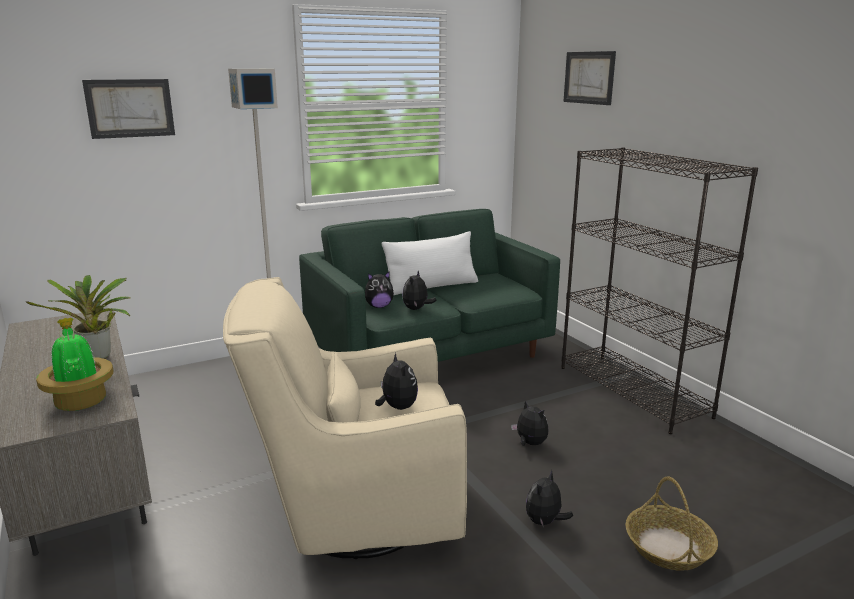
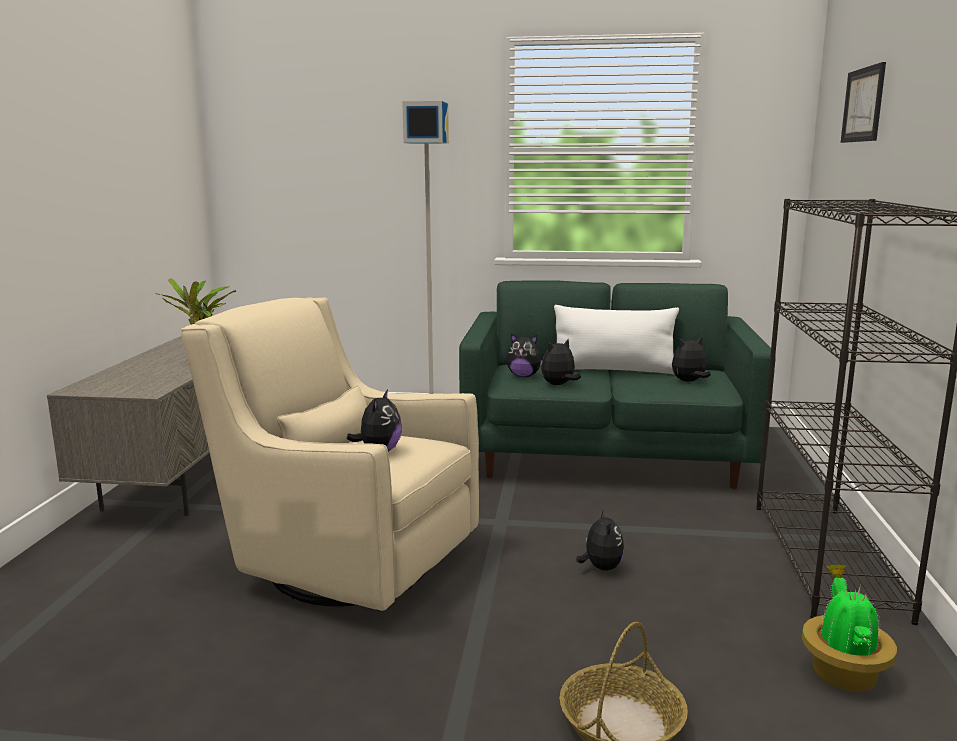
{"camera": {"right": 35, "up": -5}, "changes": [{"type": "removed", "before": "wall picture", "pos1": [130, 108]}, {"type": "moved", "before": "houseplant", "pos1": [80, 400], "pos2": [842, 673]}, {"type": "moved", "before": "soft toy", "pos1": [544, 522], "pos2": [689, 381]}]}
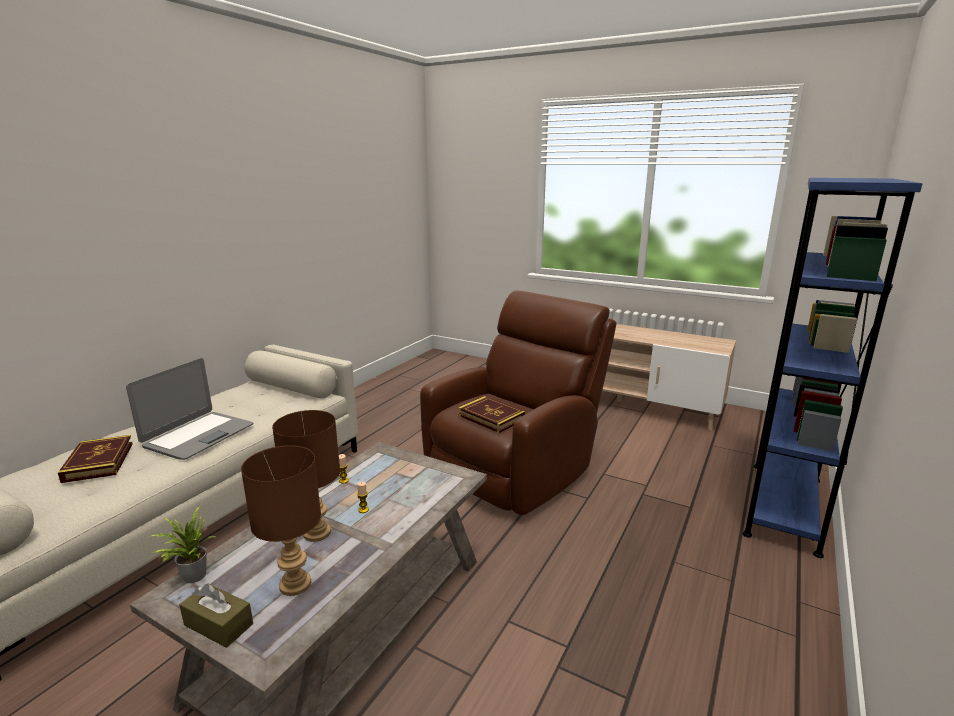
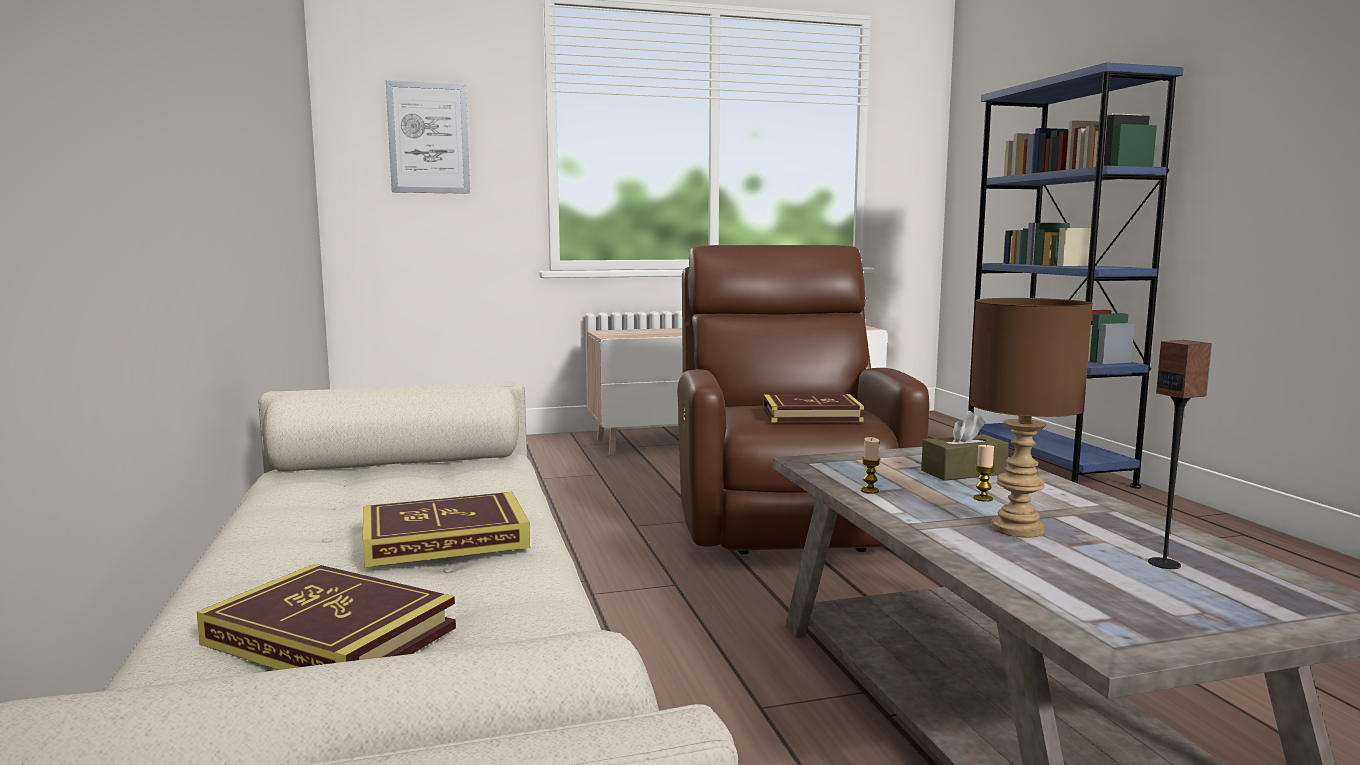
{"camera": {"right": -45, "up": -10}, "changes": [{"type": "removed", "before": "houseplant", "pos1": [191, 576]}, {"type": "added", "after": "wall picture", "pos2": [428, 138]}, {"type": "moved", "before": "brownish tissue holder", "pos1": [218, 624], "pos2": [963, 472]}, {"type": "replaced", "before": "laptop", "after": "book", "pos1": [198, 436], "pos2": [445, 538]}, {"type": "replaced", "before": "brownish tabletop lamp", "after": "speaker", "pos1": [295, 585], "pos2": [1164, 563]}]}
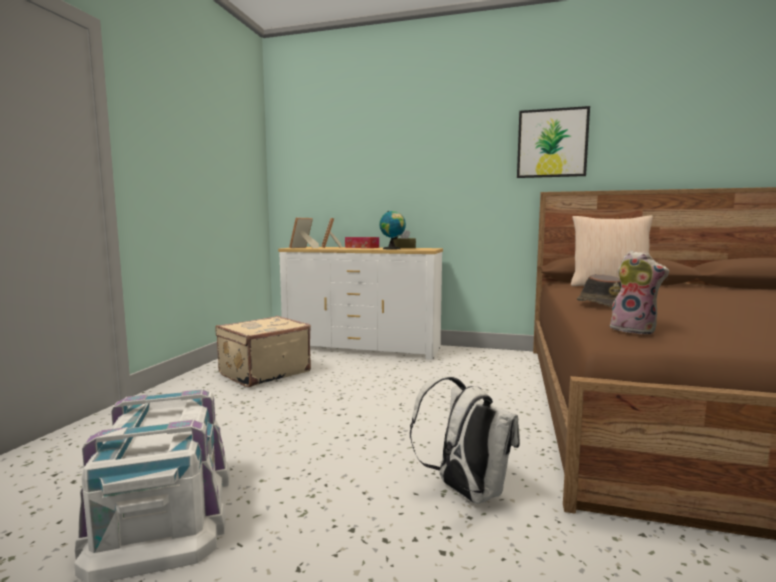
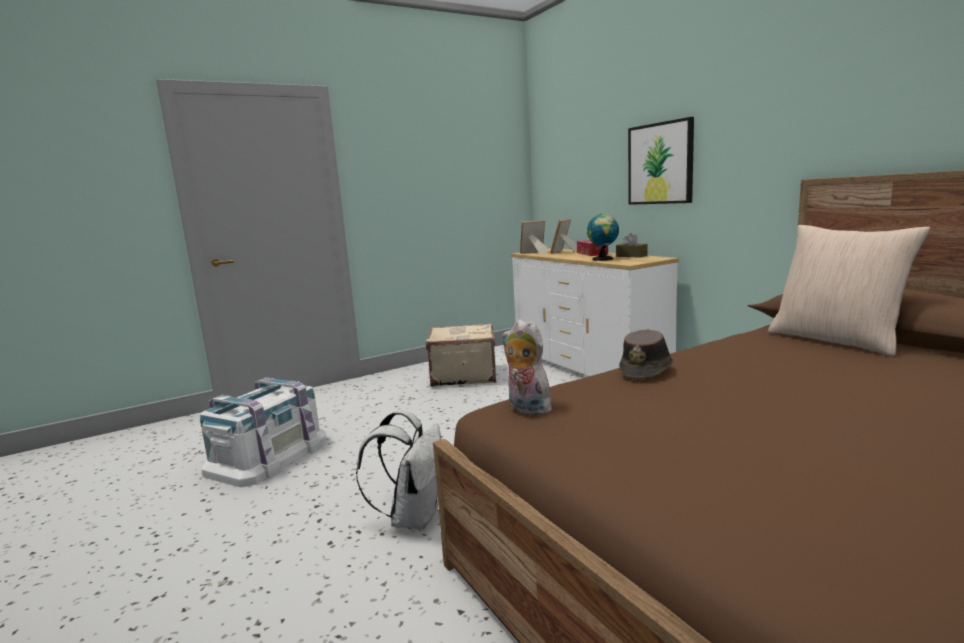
{"camera": {"right": 45, "up": 5}, "changes": [{"type": "moved", "before": "wall picture", "pos1": [552, 143], "pos2": [660, 163]}, {"type": "turned", "before": "soft toy", "pos1": [634, 330], "pos2": [526, 409], "turn": 135}]}
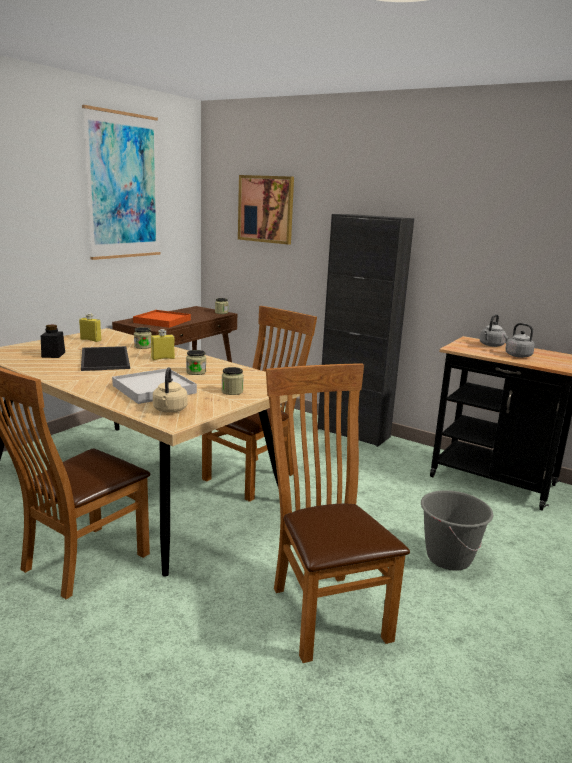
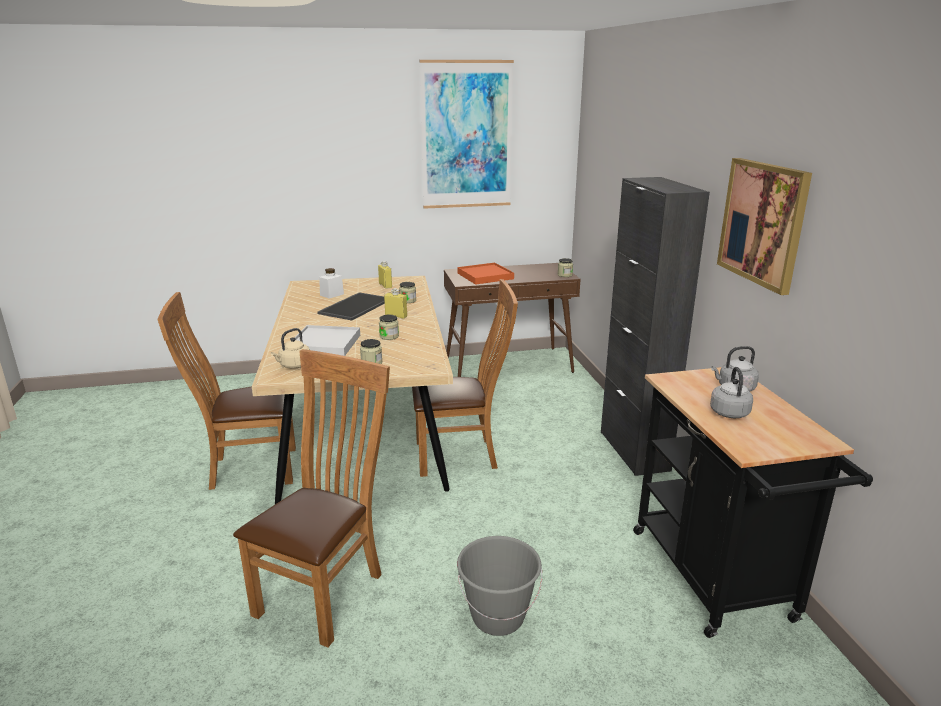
{"camera": {"right": 45, "up": 5}, "changes": [{"type": "moved", "before": "wall picture", "pos1": [266, 209], "pos2": [763, 223]}, {"type": "recoloured", "before": "blackish jar", "after": "whitish jar", "pos1": [53, 354], "pos2": [332, 294]}]}
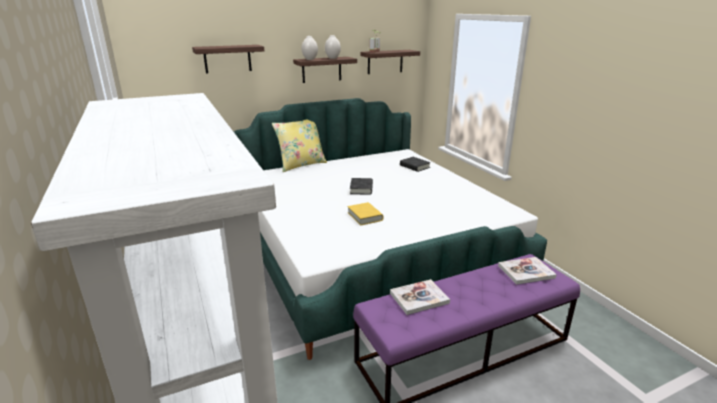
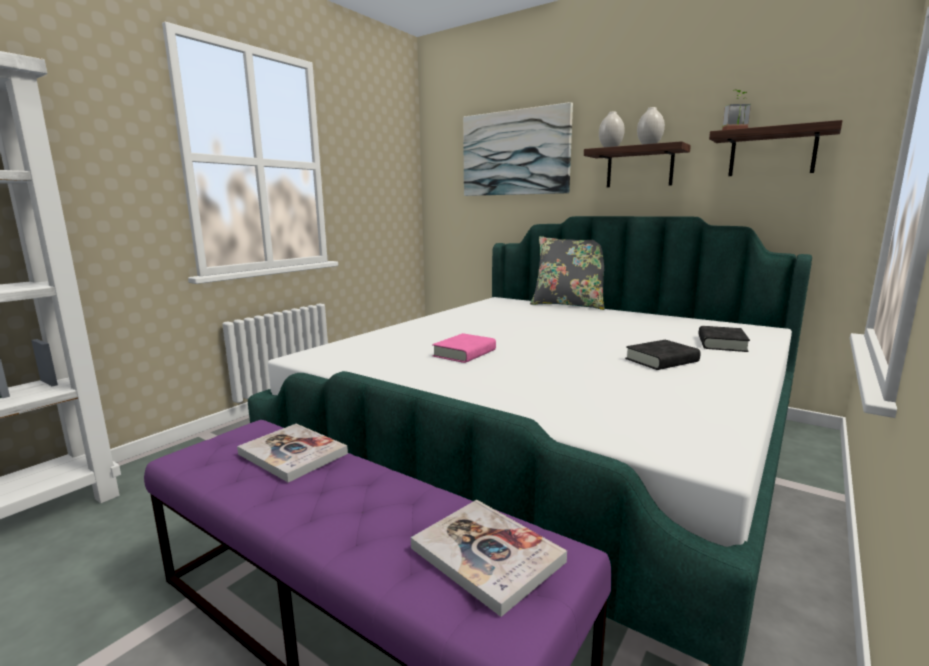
{"camera": {"right": 60, "up": -10}, "changes": [{"type": "moved", "before": "blackish book", "pos1": [361, 189], "pos2": [661, 360]}, {"type": "replaced", "before": "bracket shelf", "after": "wall picture", "pos1": [227, 59], "pos2": [515, 153]}, {"type": "recoloured", "before": "yellow-coloured cushion", "after": "grey cushion", "pos1": [301, 165], "pos2": [569, 305]}, {"type": "recoloured", "before": "yellow-coloured book", "after": "pink book", "pos1": [365, 216], "pos2": [464, 353]}]}
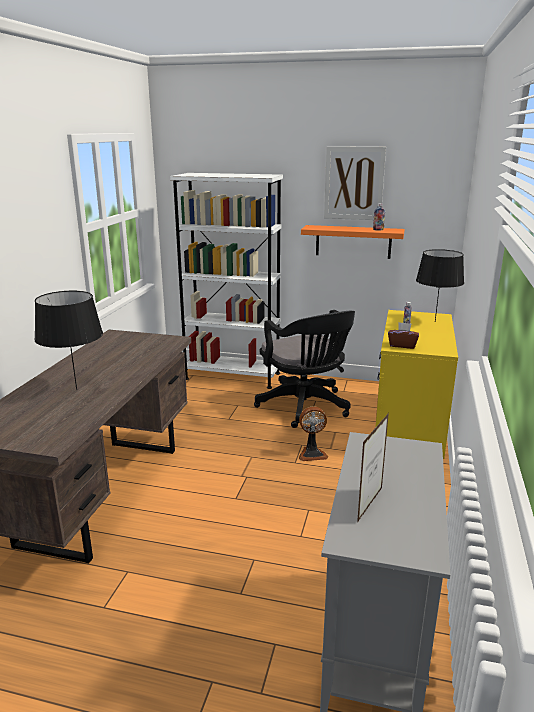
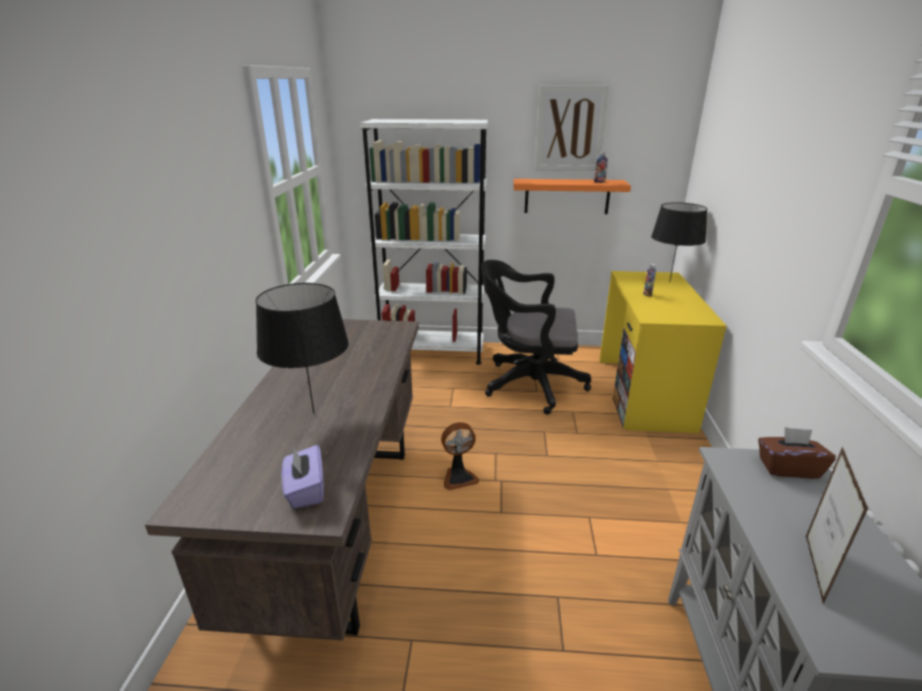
{"camera": {"right": -10, "up": 5}, "changes": [{"type": "added", "after": "purple-coloured tissue holder", "pos2": [305, 490]}, {"type": "moved", "before": "electric fan", "pos1": [312, 454], "pos2": [459, 477]}, {"type": "moved", "before": "brownish tissue holder", "pos1": [402, 345], "pos2": [788, 468]}, {"type": "turned", "before": "blackish computer chair", "pos1": [305, 407], "pos2": [528, 384], "turn": 135}]}
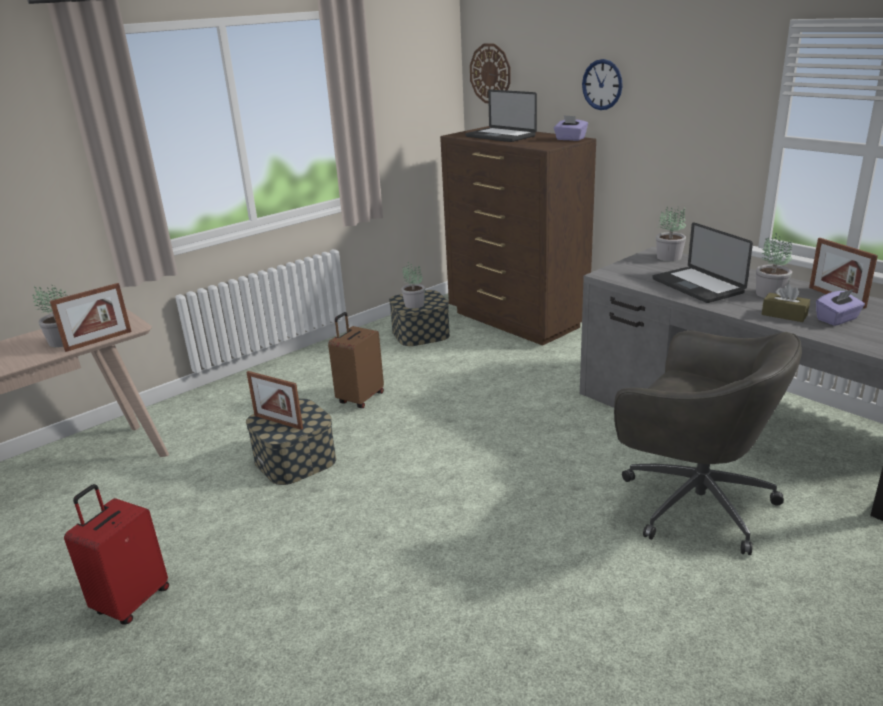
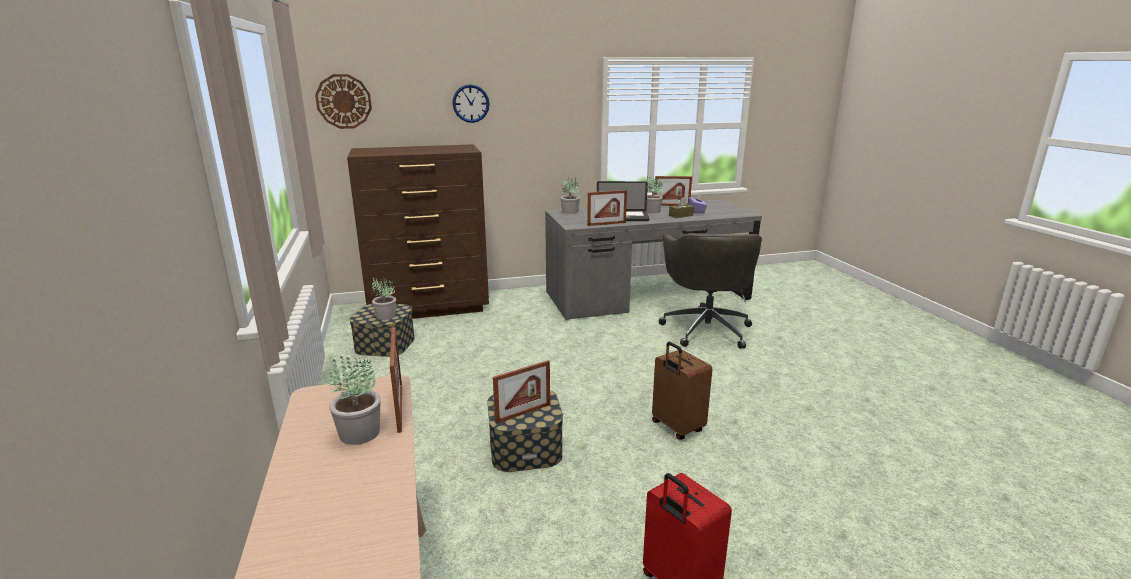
{"camera": {"right": -65, "up": -5}, "changes": [{"type": "removed", "before": "laptop", "pos1": [500, 136]}, {"type": "removed", "before": "purple-coloured tissue holder", "pos1": [570, 139]}, {"type": "added", "after": "picture frame", "pos2": [606, 224]}, {"type": "moved", "before": "brownish piece of luggage", "pos1": [360, 398], "pos2": [676, 427]}, {"type": "turned", "before": "grey computer chair", "pos1": [692, 502], "pos2": [706, 329], "turn": 120}]}
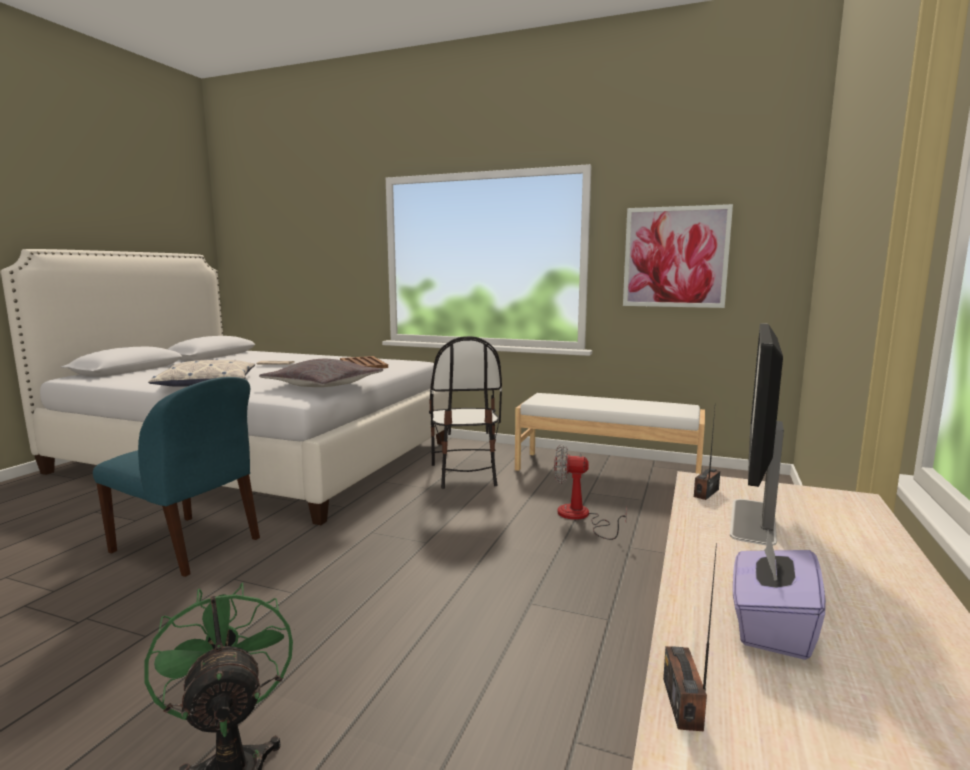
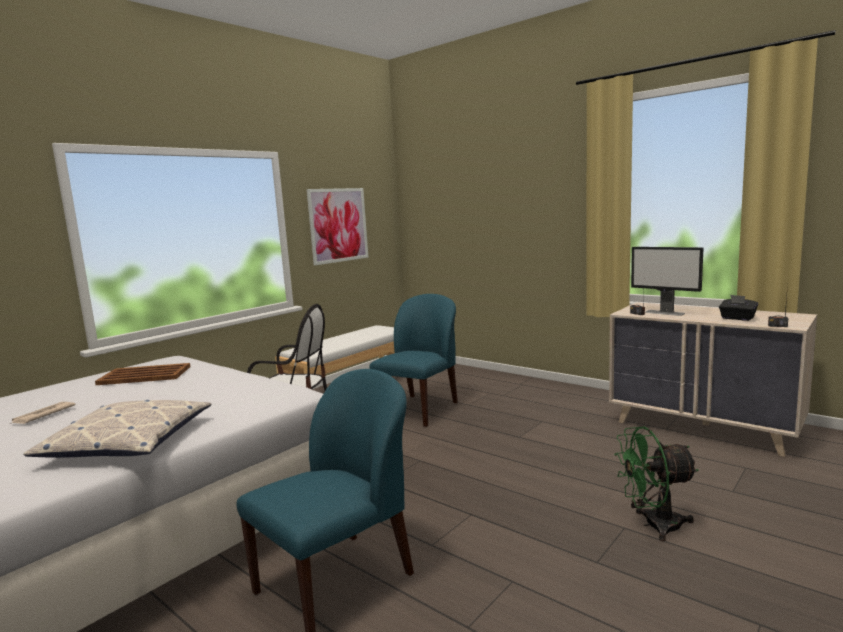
{"camera": {"right": -70, "up": 0}, "changes": [{"type": "removed", "before": "grey cushion", "pos1": [323, 386]}, {"type": "replaced", "before": "electric fan", "after": "blue chair", "pos1": [580, 517], "pos2": [419, 410]}, {"type": "recoloured", "before": "purple-coloured tissue holder", "after": "blackish tissue holder", "pos1": [770, 626], "pos2": [737, 318]}]}
